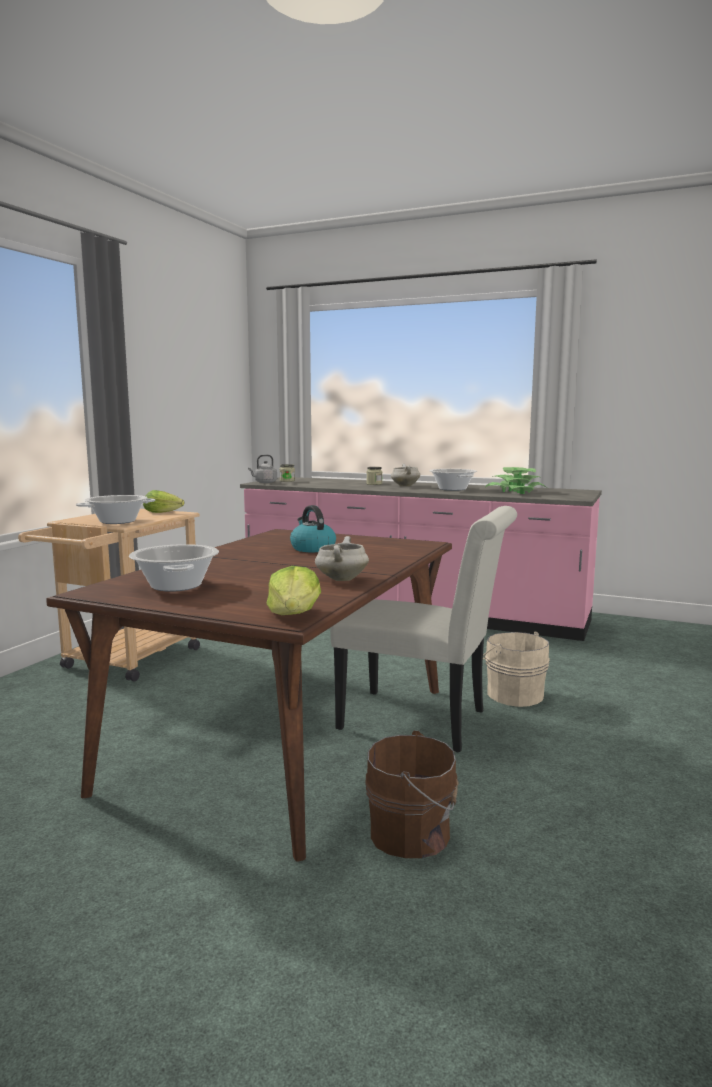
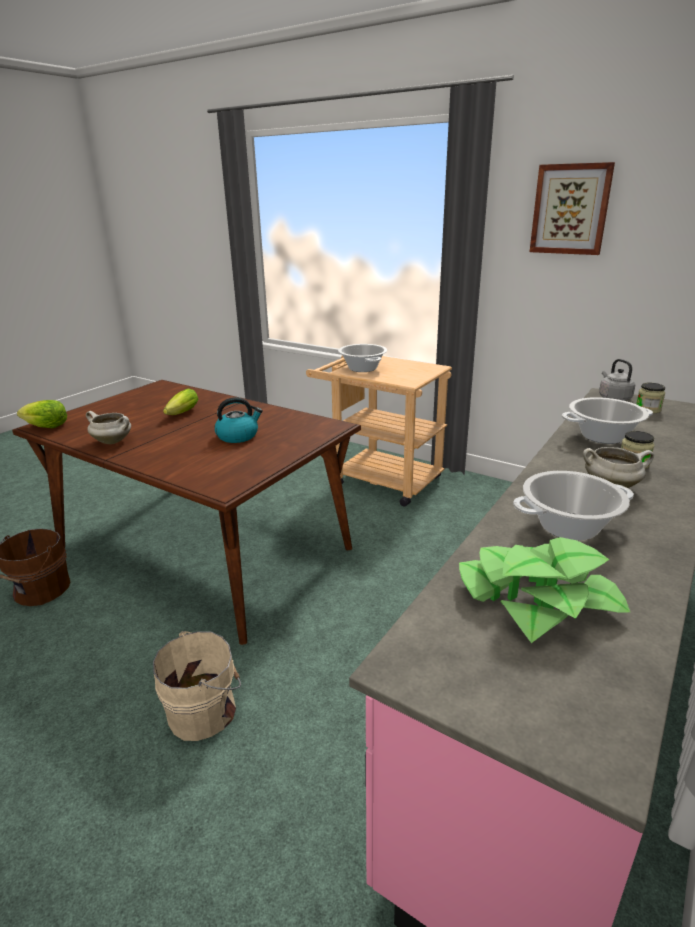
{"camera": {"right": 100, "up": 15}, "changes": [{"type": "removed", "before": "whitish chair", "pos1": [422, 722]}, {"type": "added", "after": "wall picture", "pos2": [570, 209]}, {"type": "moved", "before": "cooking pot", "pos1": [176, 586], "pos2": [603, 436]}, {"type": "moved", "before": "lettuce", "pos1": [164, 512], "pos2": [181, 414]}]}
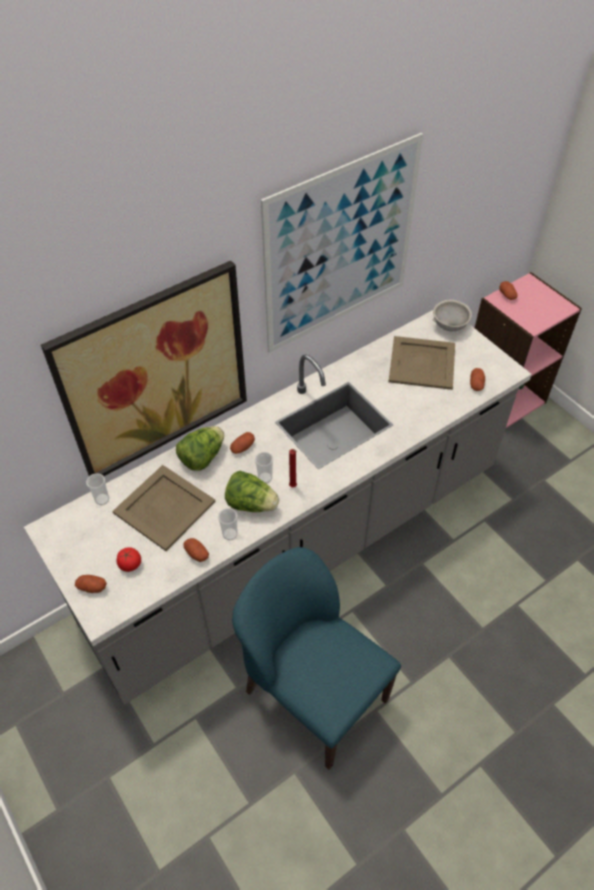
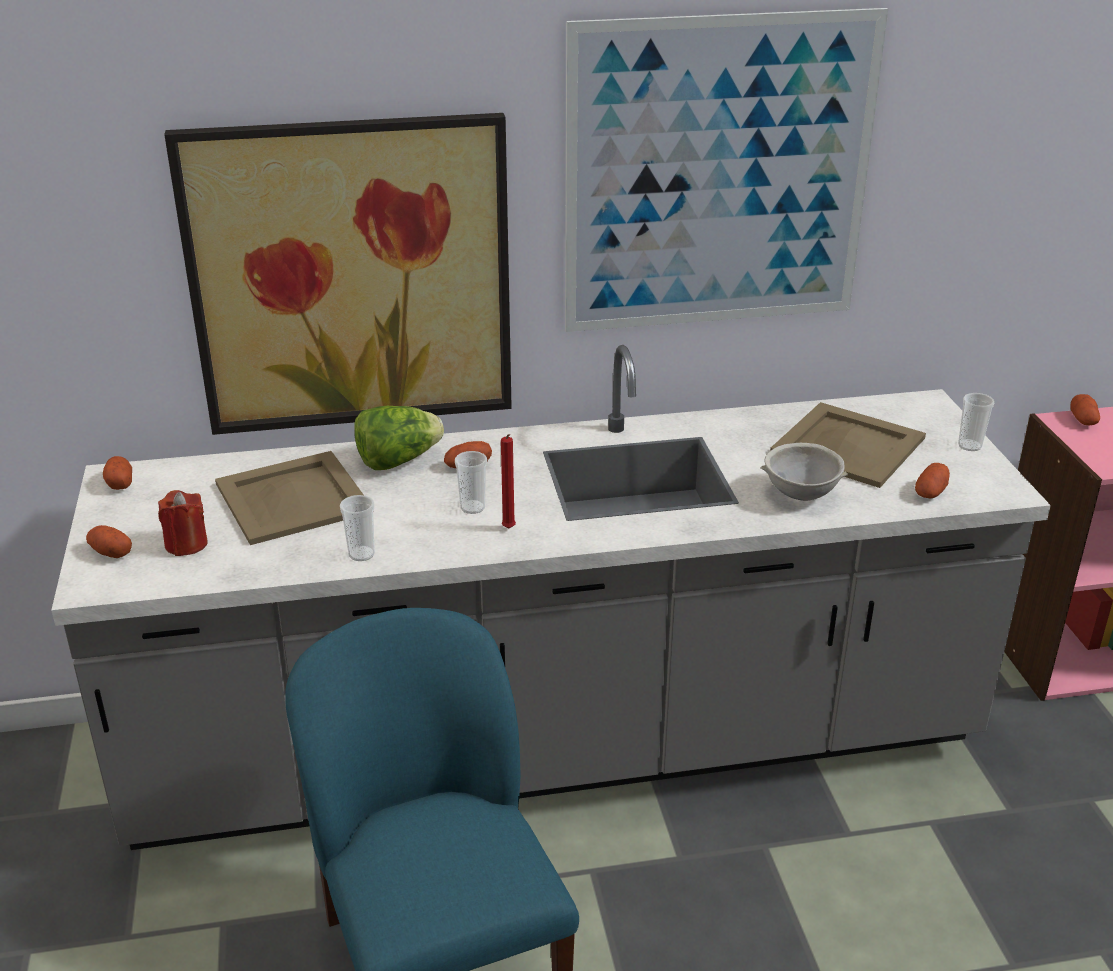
{"camera": {"right": 25, "up": -20}, "changes": [{"type": "removed", "before": "lettuce", "pos1": [251, 504]}, {"type": "moved", "before": "cup", "pos1": [102, 499], "pos2": [969, 446]}, {"type": "moved", "before": "spud", "pos1": [196, 553], "pos2": [119, 483]}, {"type": "moved", "before": "grey bowl", "pos1": [450, 326], "pos2": [801, 495]}, {"type": "replaced", "before": "fresh tomato", "after": "red wax light", "pos1": [130, 564], "pos2": [186, 544]}]}
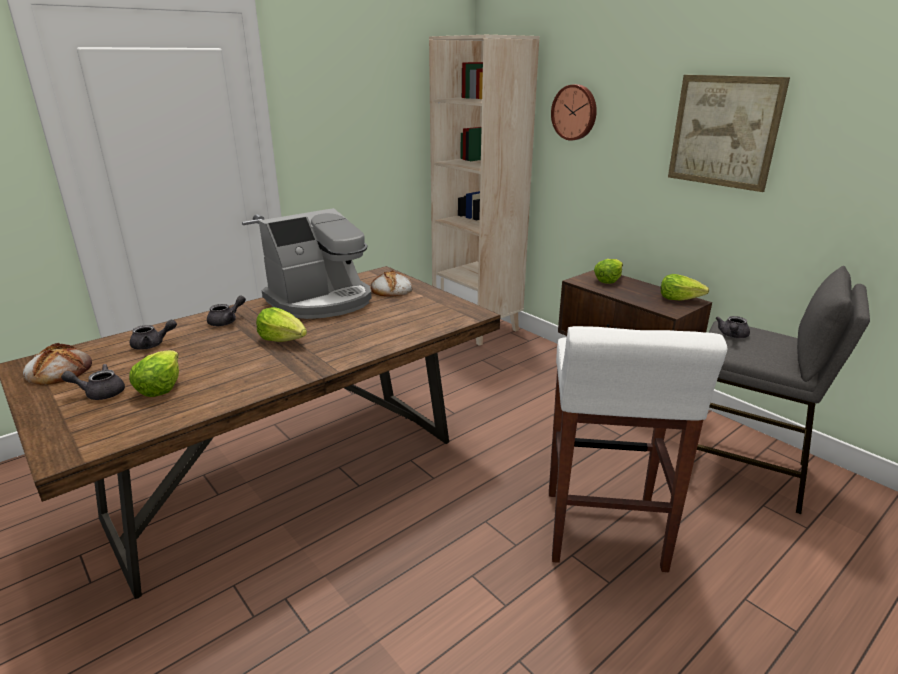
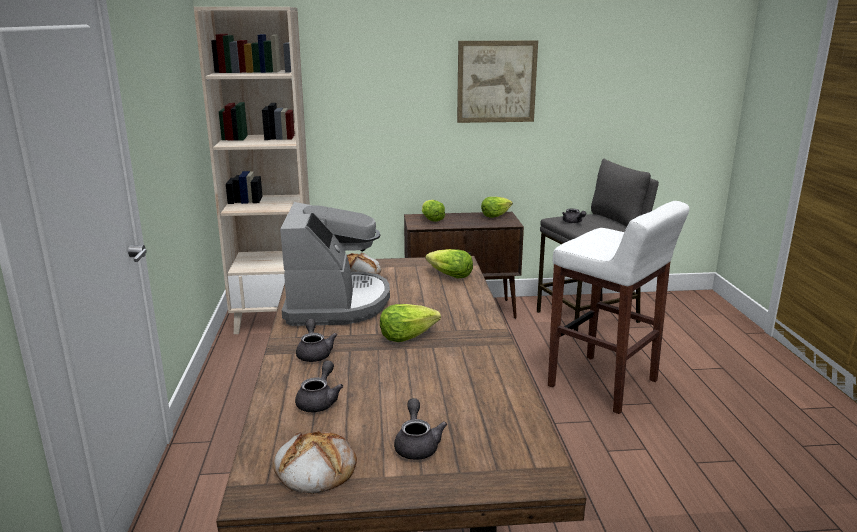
{"camera": {"right": -55, "up": -5}, "changes": [{"type": "removed", "before": "hanging clock", "pos1": [575, 112]}, {"type": "moved", "before": "lettuce", "pos1": [160, 387], "pos2": [449, 275]}, {"type": "turned", "before": "grey pot for tea", "pos1": [100, 393], "pos2": [417, 445], "turn": 150}]}
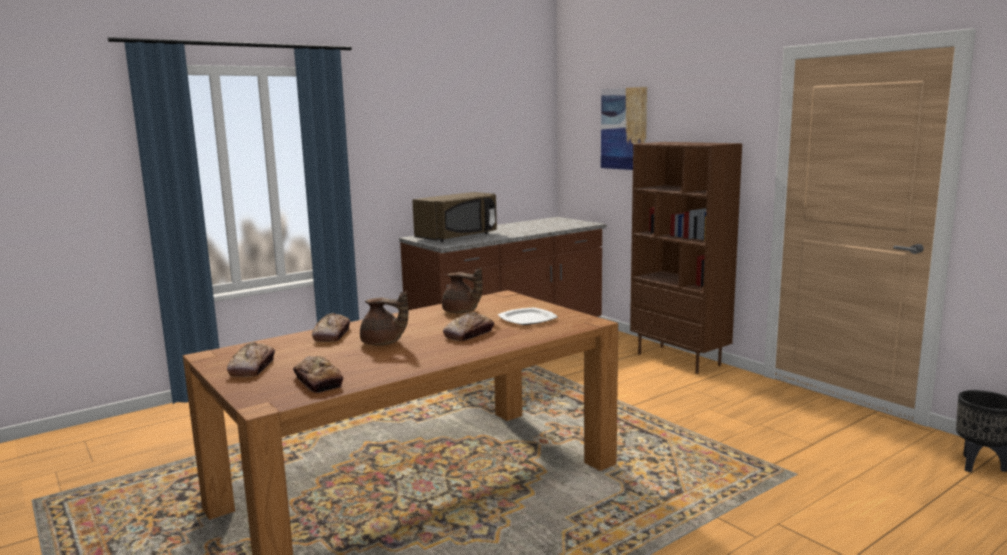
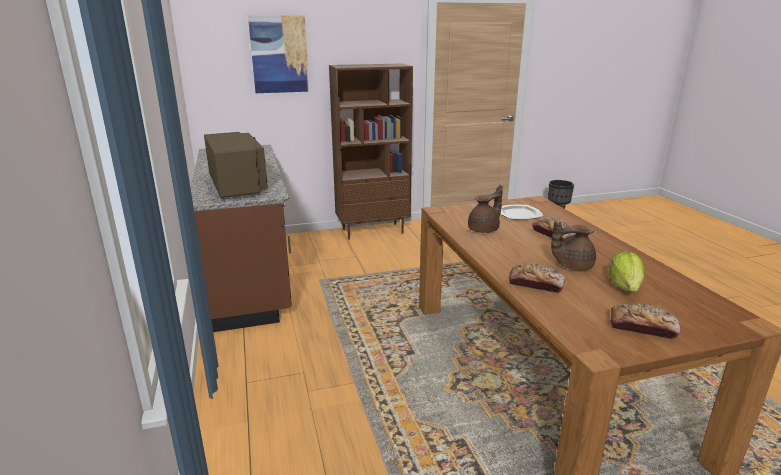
{"camera": {"right": -70, "up": 10}, "changes": [{"type": "removed", "before": "bread", "pos1": [318, 381]}, {"type": "added", "after": "lettuce", "pos2": [625, 287]}, {"type": "turned", "before": "brownish pot for tea", "pos1": [383, 343], "pos2": [572, 265], "turn": -135}]}
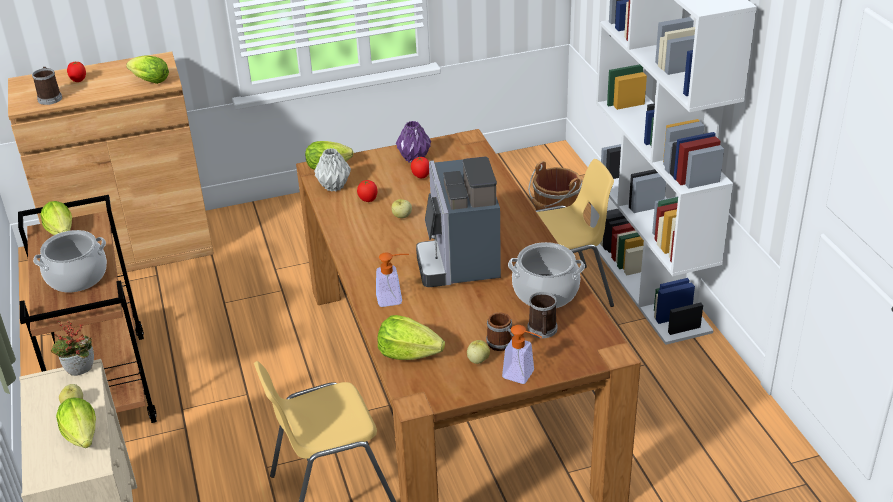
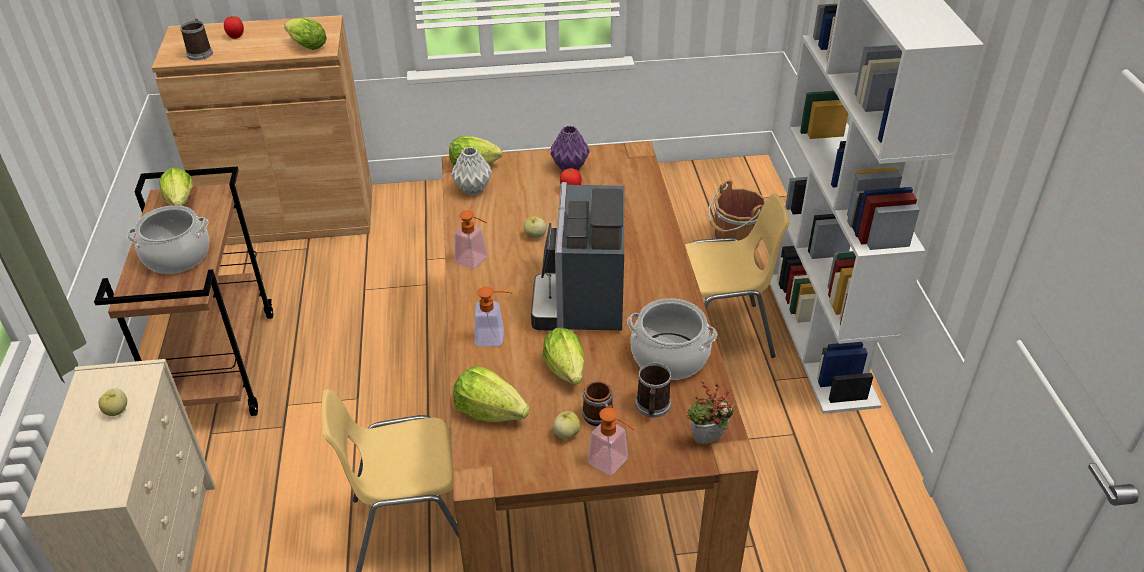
{"camera": {"right": 10, "up": 5}, "changes": [{"type": "removed", "before": "fresh tomato", "pos1": [368, 200]}, {"type": "added", "after": "liquid soap bottle", "pos2": [475, 261]}, {"type": "moved", "before": "houseplant", "pos1": [80, 373], "pos2": [707, 442]}, {"type": "moved", "before": "lettuce", "pos1": [83, 438], "pos2": [567, 372]}]}
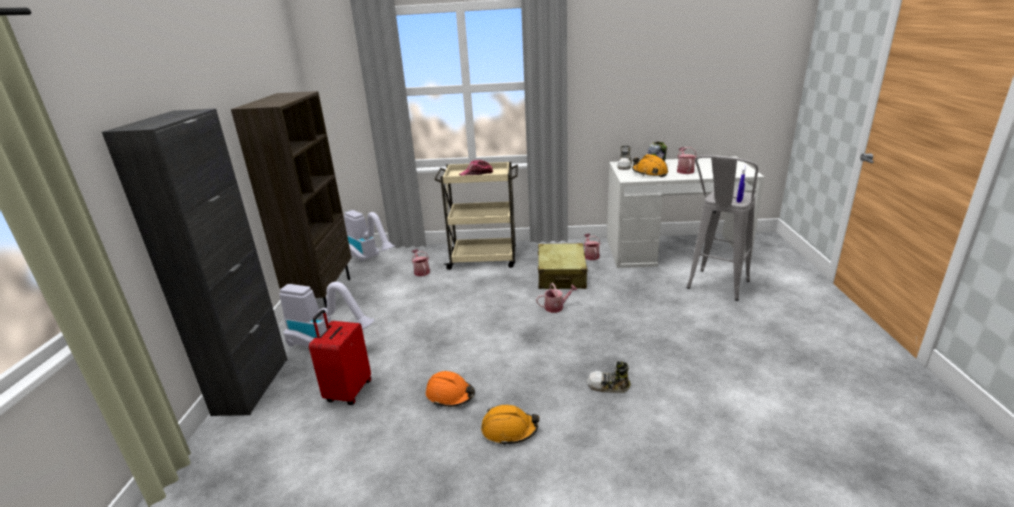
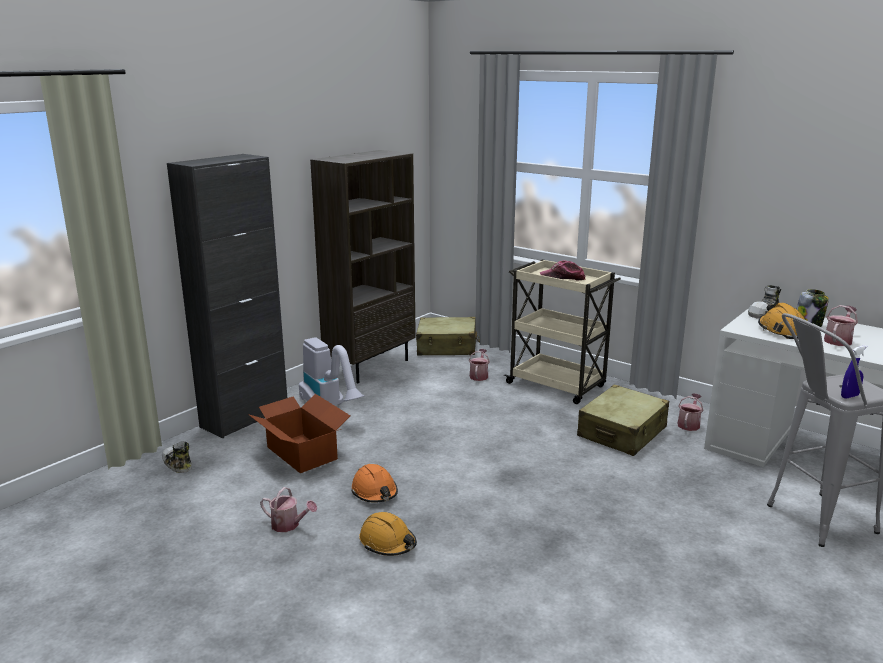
{"camera": {"right": 35, "up": -5}, "changes": [{"type": "moved", "before": "watering can", "pos1": [556, 307], "pos2": [289, 525]}, {"type": "moved", "before": "low shoe", "pos1": [608, 386], "pos2": [177, 464]}, {"type": "replaced", "before": "red piece of luggage", "after": "cardboard box", "pos1": [348, 392], "pos2": [302, 452]}, {"type": "replaced", "before": "vacuum cleaner", "after": "sand-coloured piece of luggage", "pos1": [370, 258], "pos2": [447, 347]}]}
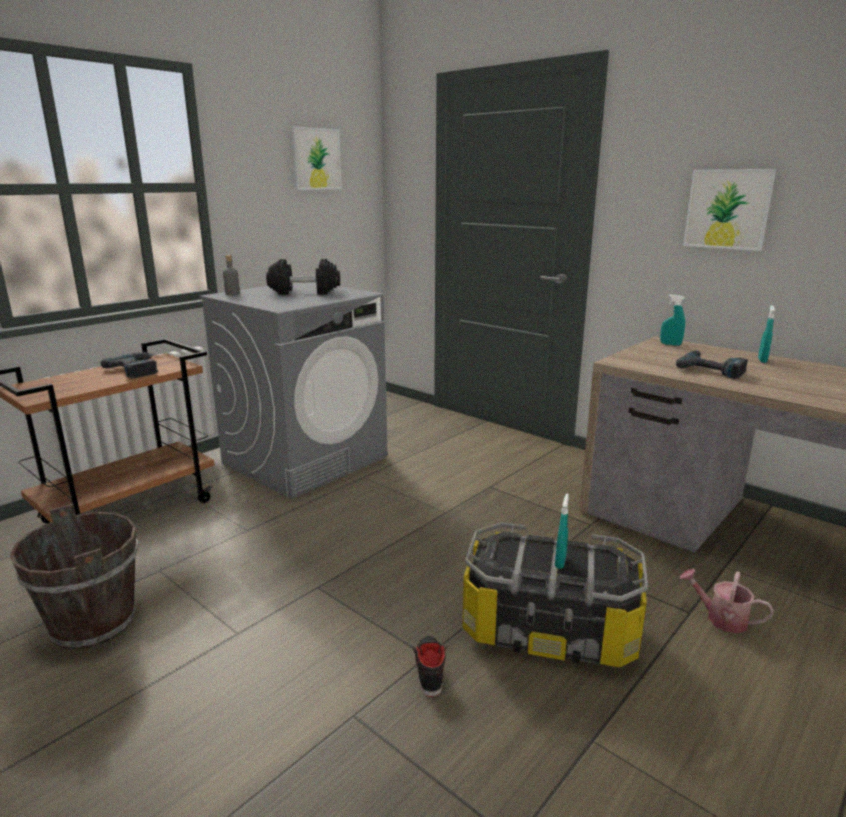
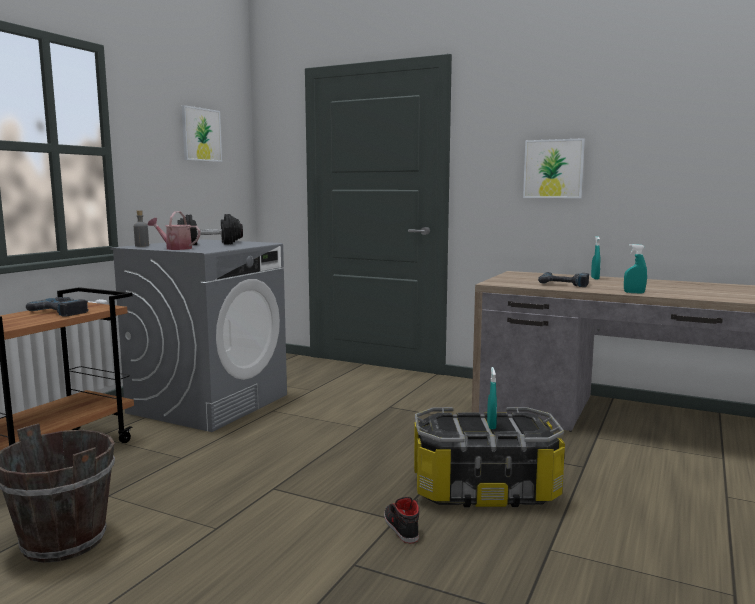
{"camera": {"right": -15, "up": -10}, "changes": [{"type": "moved", "before": "turquoise-coloured sprayer", "pos1": [670, 344], "pos2": [634, 293]}, {"type": "moved", "before": "watering can", "pos1": [721, 618], "pos2": [175, 248]}]}
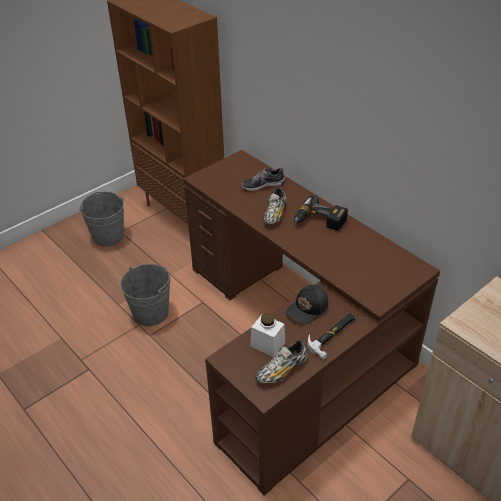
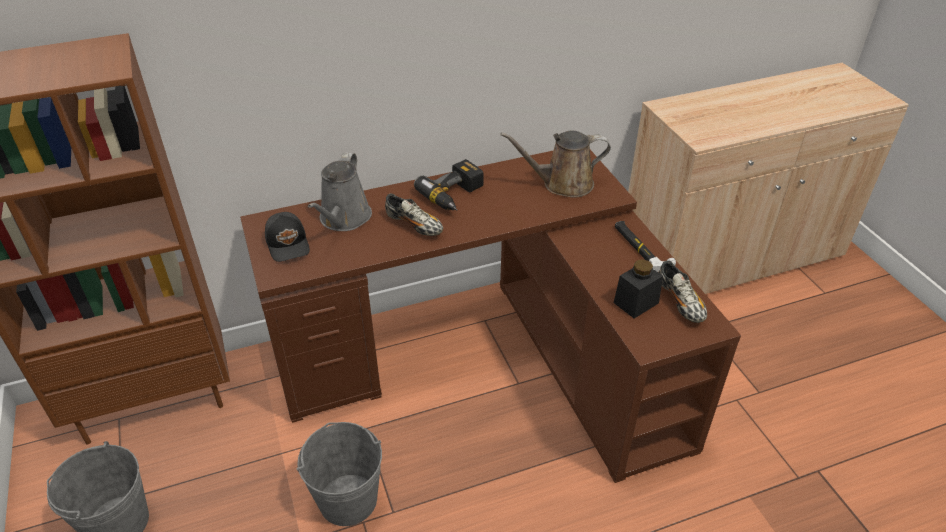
{"camera": {"right": -70, "up": 0}, "changes": [{"type": "added", "after": "brownish watering can", "pos2": [562, 184]}, {"type": "moved", "before": "blackish peaked cap", "pos1": [308, 309], "pos2": [288, 244]}, {"type": "replaced", "before": "low shoe", "after": "grey watering can", "pos1": [262, 185], "pos2": [343, 219]}, {"type": "recoloured", "before": "whitish jar", "after": "blackish jar", "pos1": [267, 344], "pos2": [636, 303]}]}
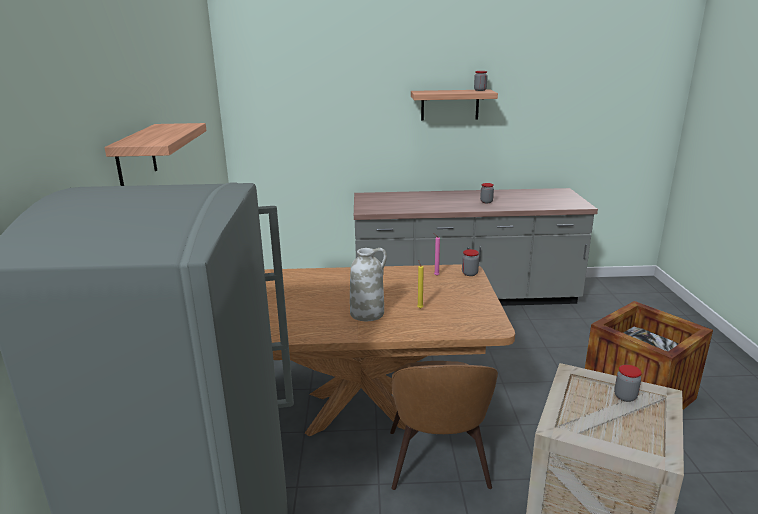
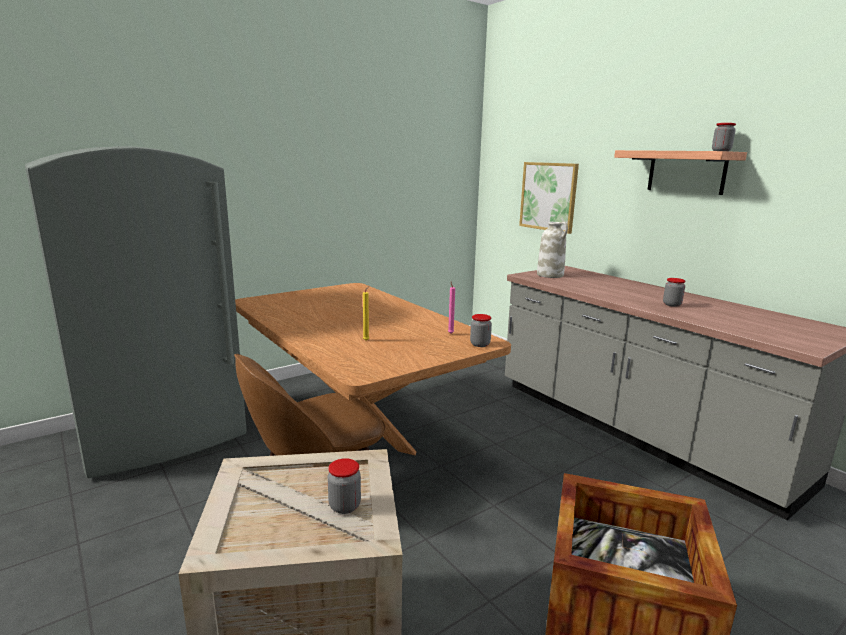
{"camera": {"right": 55, "up": -5}, "changes": [{"type": "removed", "before": "bracket shelf", "pos1": [136, 158]}, {"type": "added", "after": "wall picture", "pos2": [548, 196]}, {"type": "moved", "before": "whitish flower vase", "pos1": [367, 313], "pos2": [550, 275]}]}
